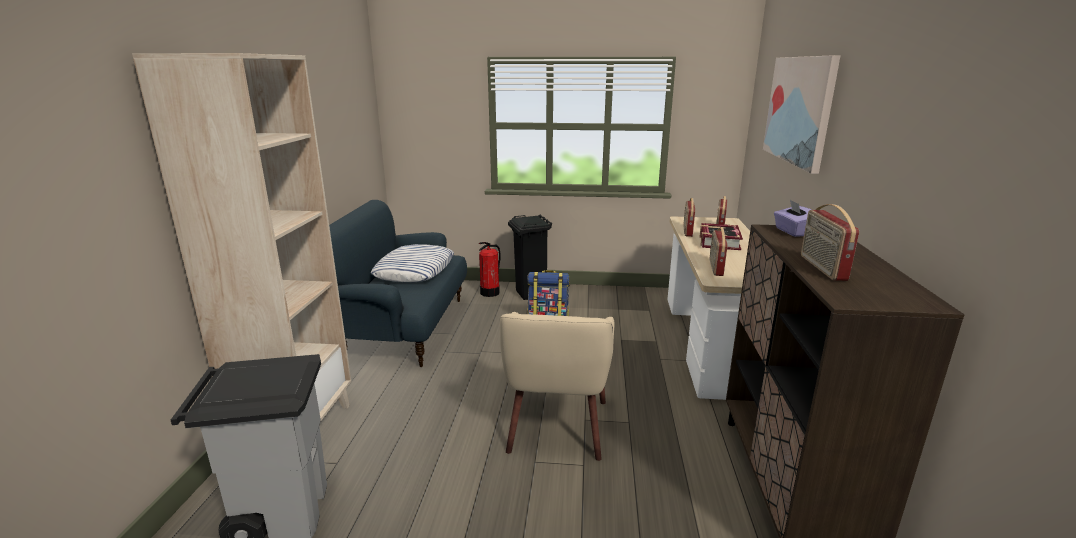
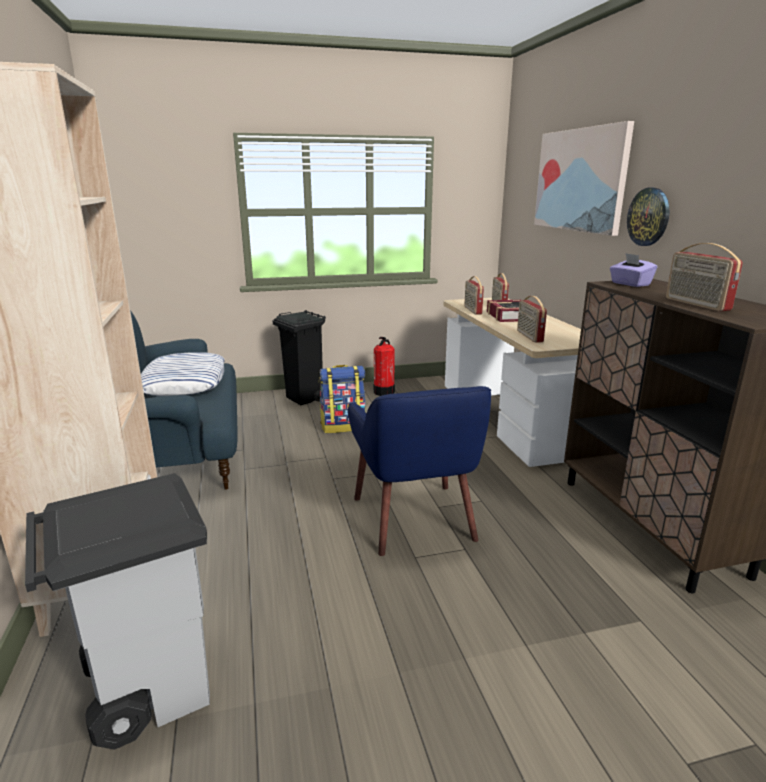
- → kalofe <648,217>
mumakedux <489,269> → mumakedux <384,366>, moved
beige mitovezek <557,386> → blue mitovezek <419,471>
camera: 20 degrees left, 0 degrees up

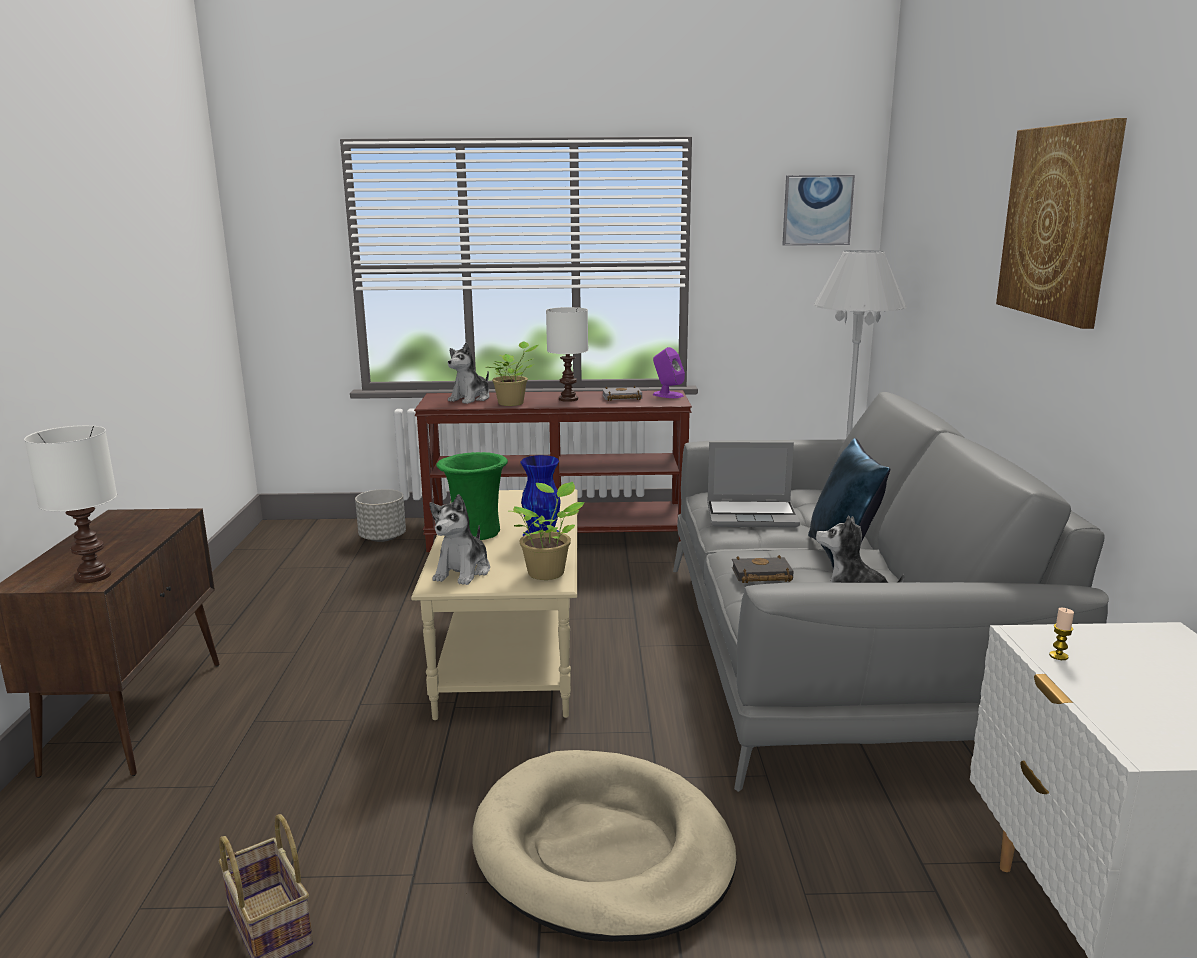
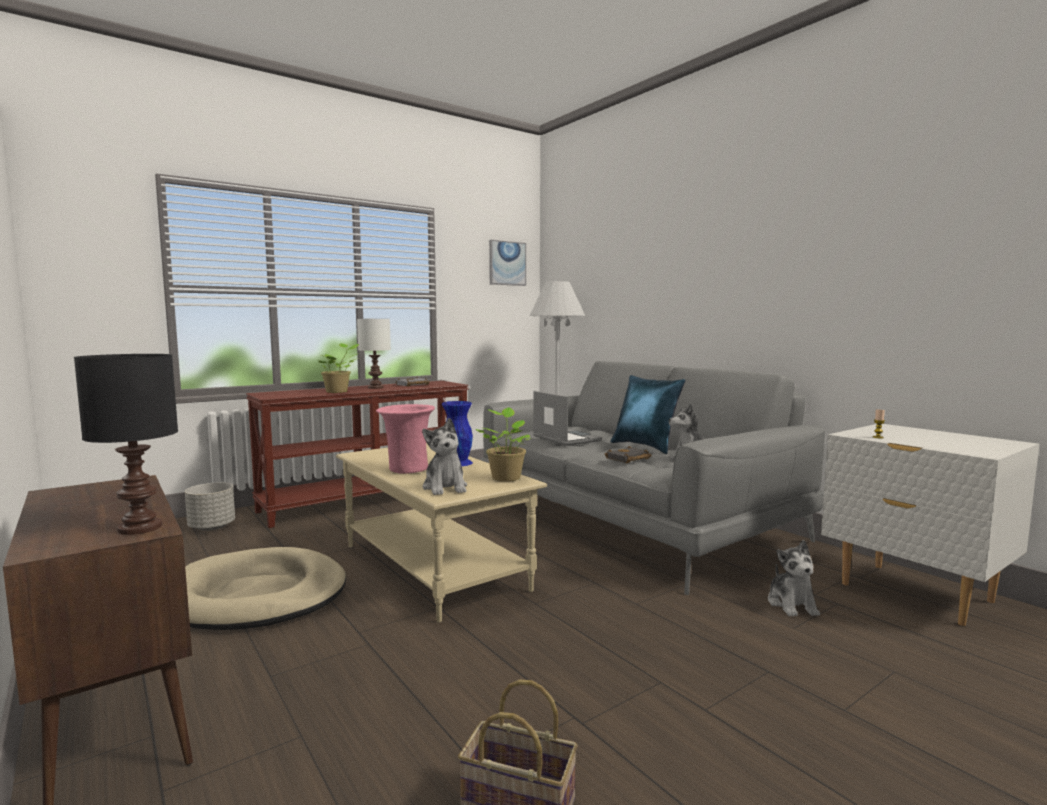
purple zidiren <669,372> → -
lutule <1061,223> → -
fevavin <469,373> → fevavin <794,578>, moved
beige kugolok <605,846> → beige kugolok <265,588>, moved
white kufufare <70,504> → black kufufare <126,444>
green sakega <472,496> → pink sakega <405,439>
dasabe <753,485> → dasabe <567,418>, 90 degrees counterclockwise
camera: 35 degrees left, 10 degrees down

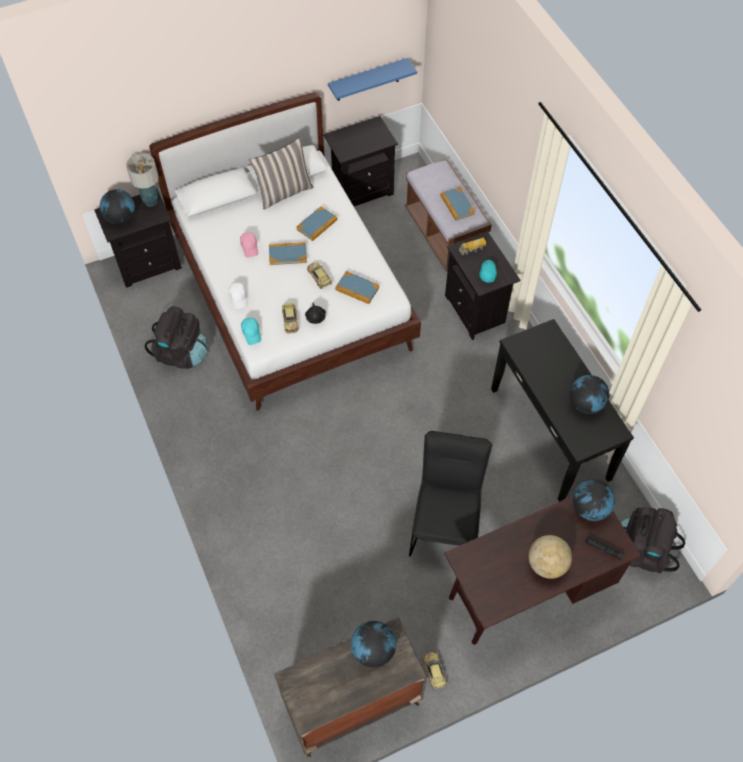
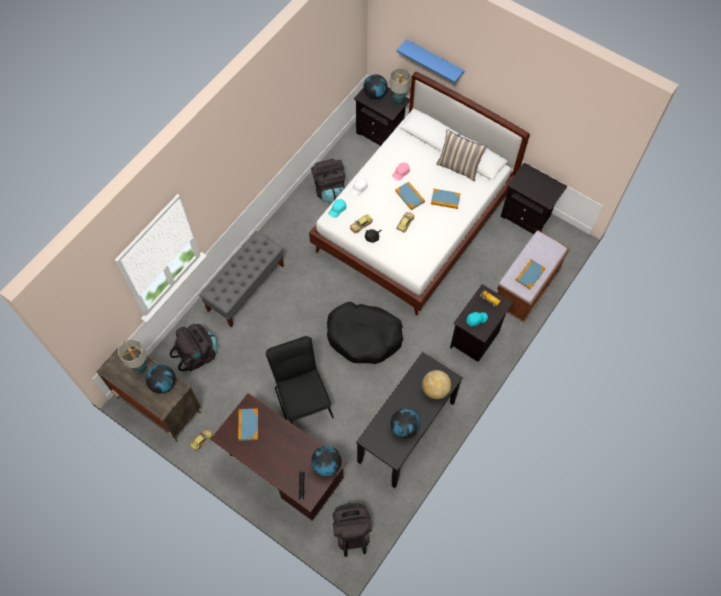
- → kufufare <132,356>
- → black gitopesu <194,348>
- → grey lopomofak <241,279>
- → black kugolok <365,333>
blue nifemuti <372,79> → blue nifemuti <430,61>, moved
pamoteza <357,287> → pamoteza <248,425>, moved
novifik <550,557> → novifik <436,384>, moved
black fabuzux <450,493> → black fabuzux <300,379>, 90 degrees counterclockwise
camera: 60 degrees right, 5 degrees up

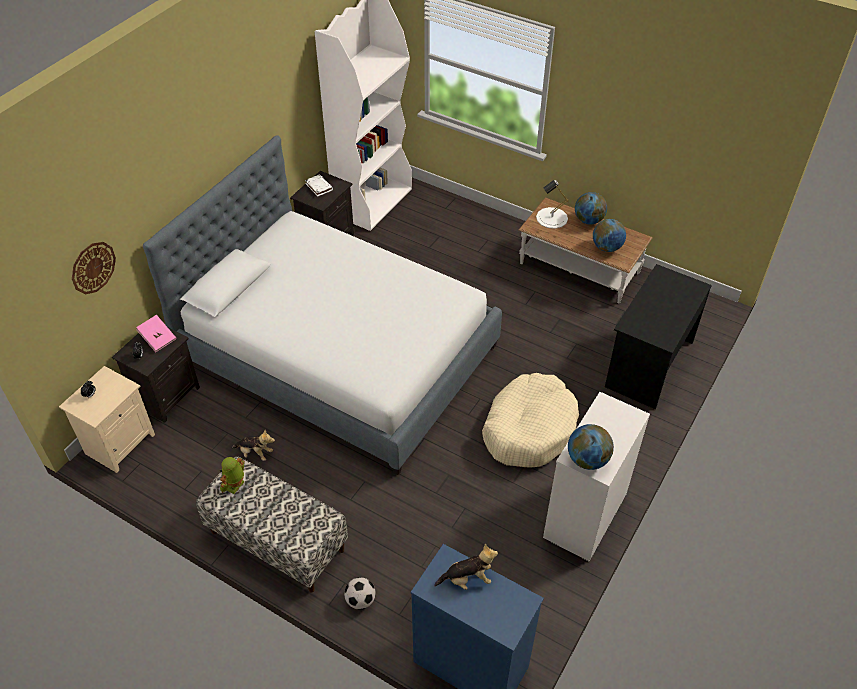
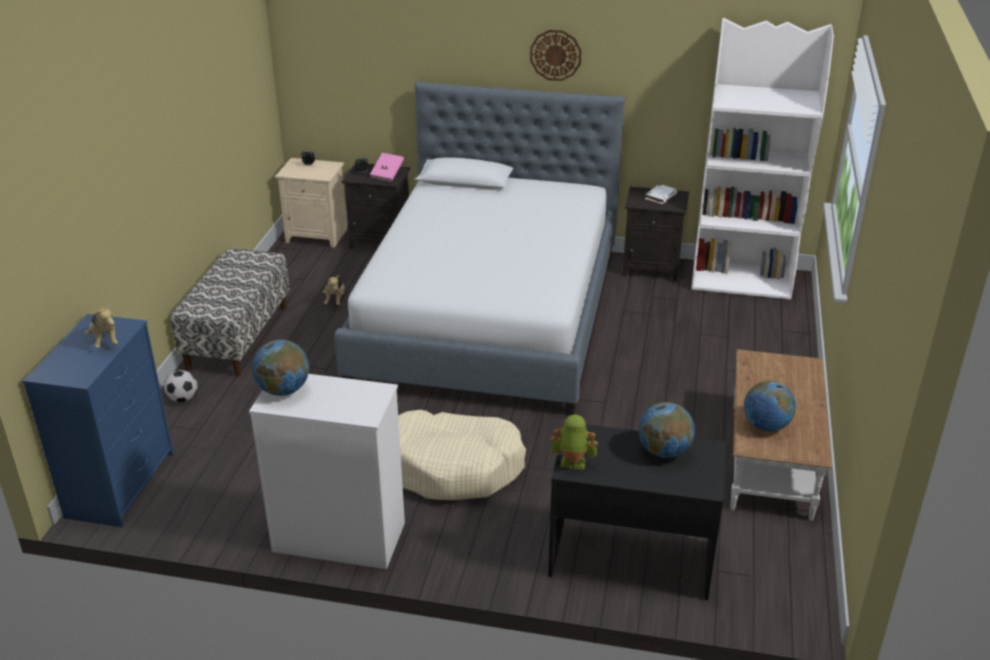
white kufufare <552,204> → -
kalofe <94,268> → kalofe <556,55>, moved
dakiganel <232,475> → dakiganel <574,442>, moved
novifik <591,208> → novifik <666,430>, moved
camera: 70 degrees right, 15 degrees down

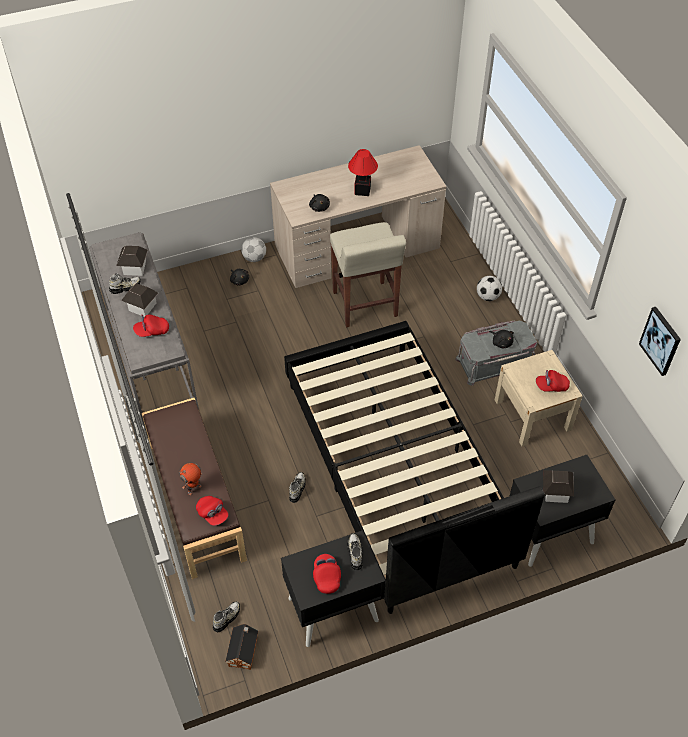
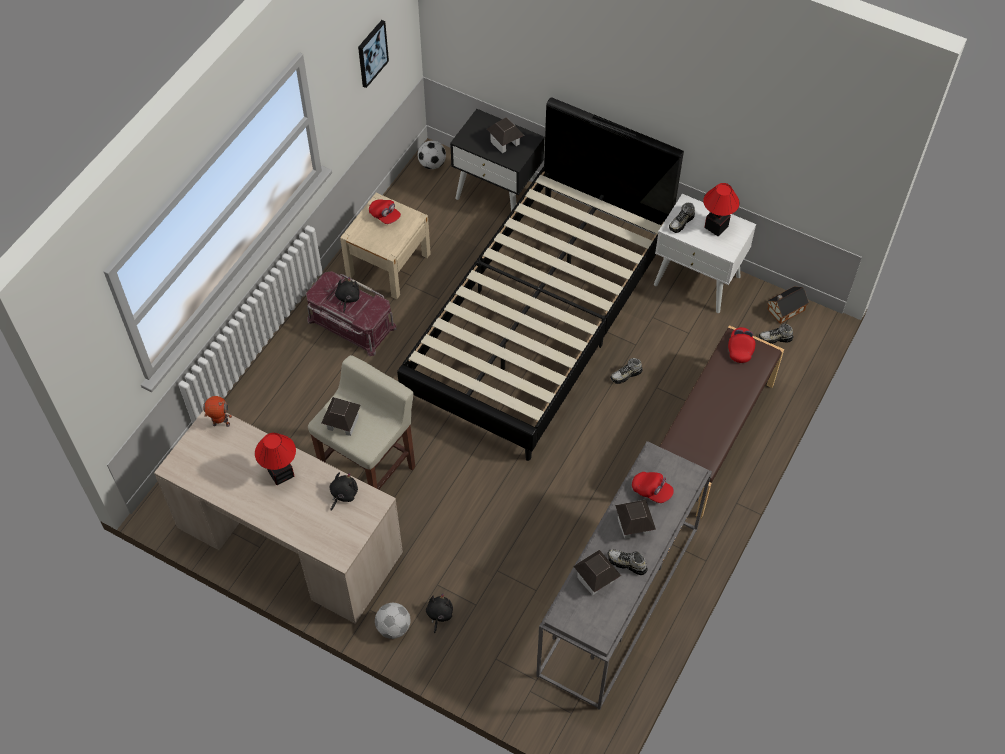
- → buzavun <340,416>
dakiganel <190,479> → dakiganel <217,411>, moved
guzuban <489,288> → guzuban <432,154>, moved
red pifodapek <327,574> → kufufare <721,209>
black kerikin <333,588> → white kerikin <705,253>
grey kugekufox <496,353> → red kugekufox <351,313>
camera: 130 degrees left, 5 degrees up

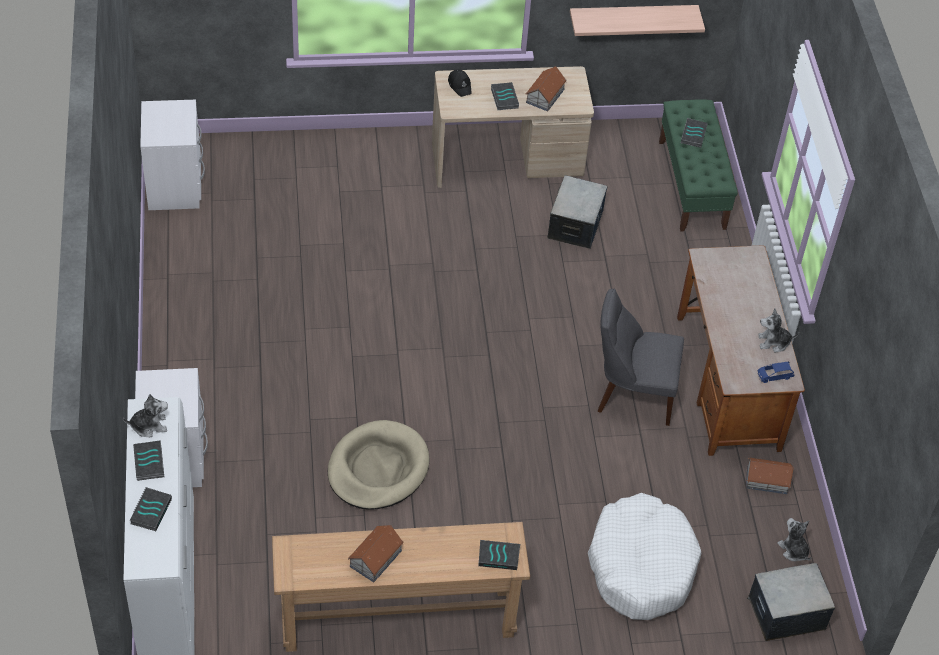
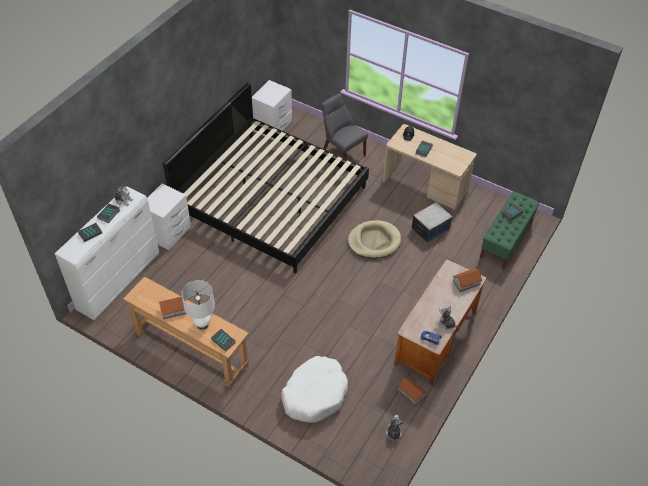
nifemuti <637,20> → -
kugekufox <791,602> → -
- → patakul <266,178>
- → white kufufare <198,305>
beige kugolok <378,465> → beige kugolok <374,239>, moved
buzavun <546,89> → buzavun <467,280>, moved
grey fabuzux <641,357> → grey fabuzux <345,125>, moved
camera: 40 degrees right, 0 degrees up

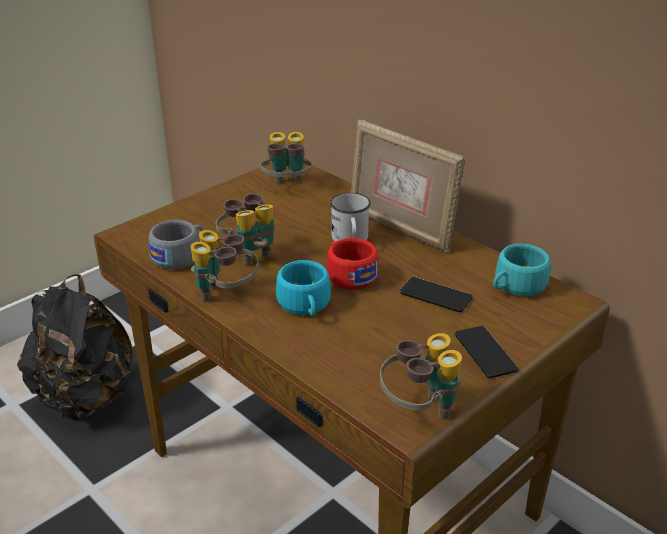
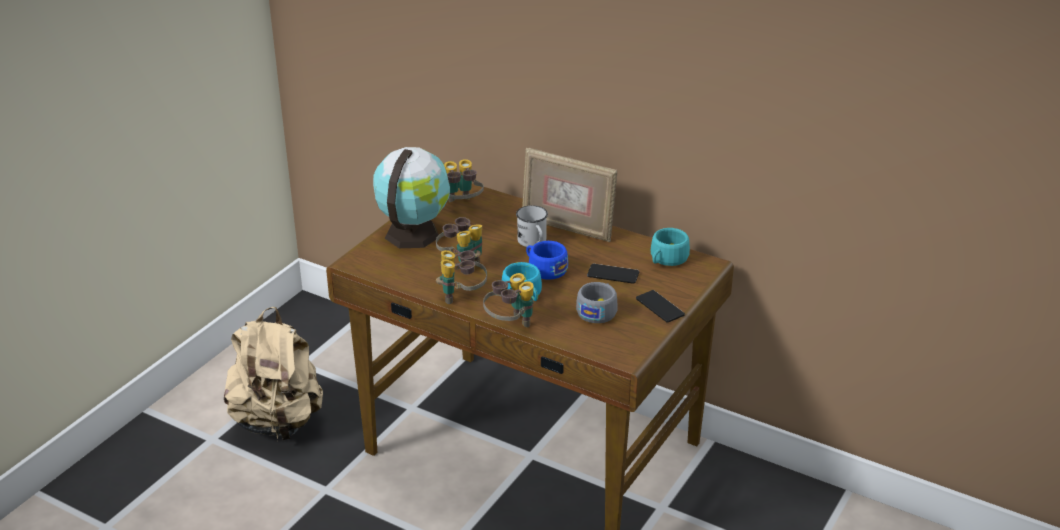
- → novifik <411,197>
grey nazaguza <176,244> → grey nazaguza <596,302>, moved
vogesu <421,376> → vogesu <508,300>, moved
black gitopesu <75,347> → beige gitopesu <273,373>
red nazaguza <352,264> → blue nazaguza <547,260>
camera: 15 degrees left, 0 degrees up

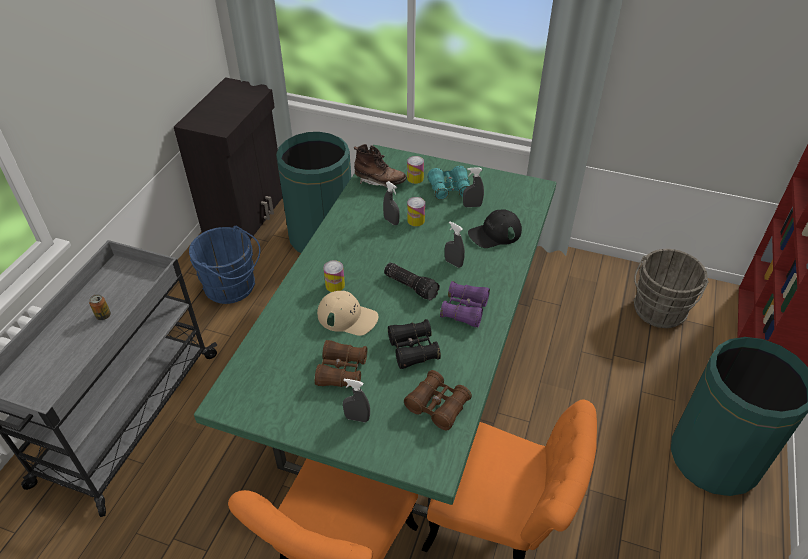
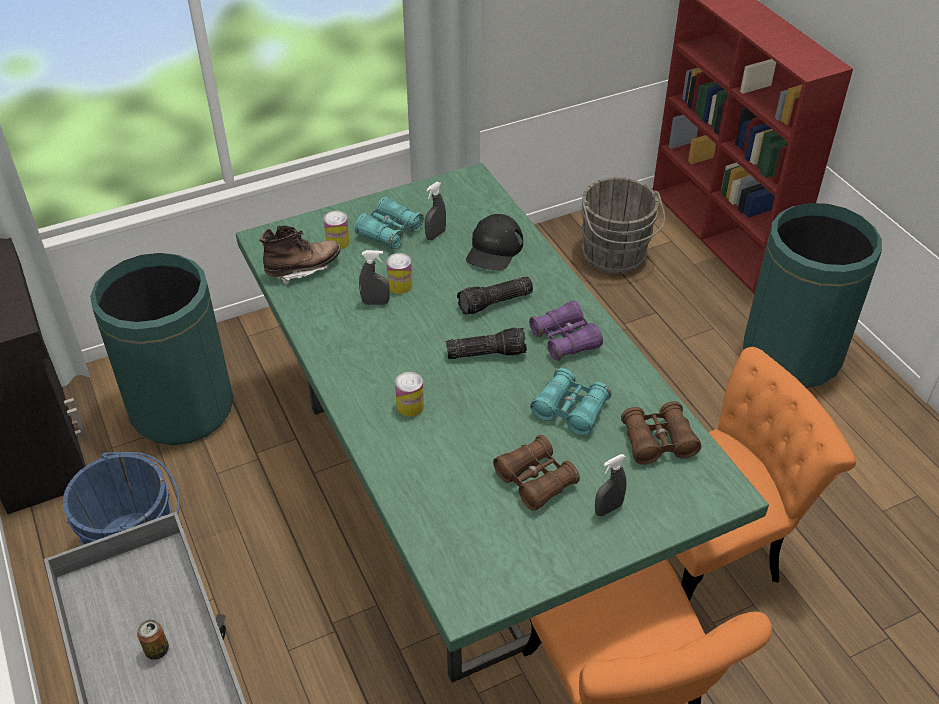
beige pifodapek <347,313> → -
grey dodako <455,244> → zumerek <495,295>
black vogesu <414,344> → turquoise vogesu <570,401>
camera: 45 degrees left, 0 degrees up

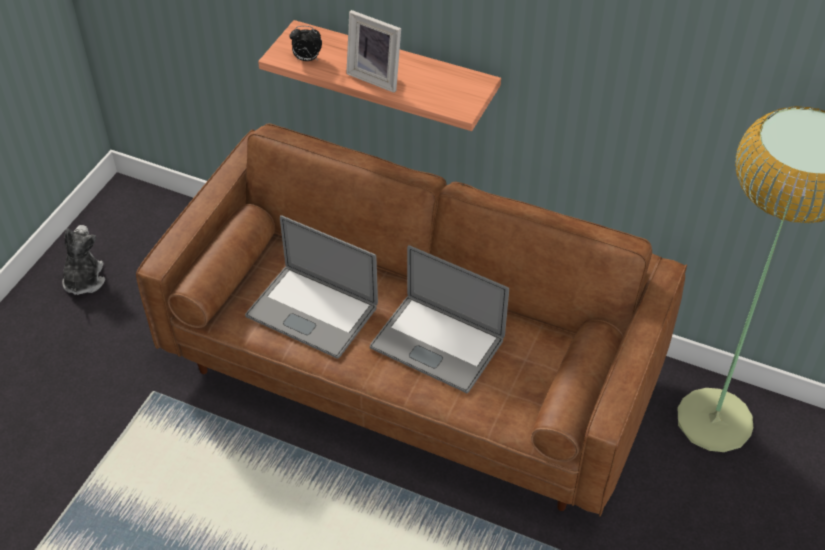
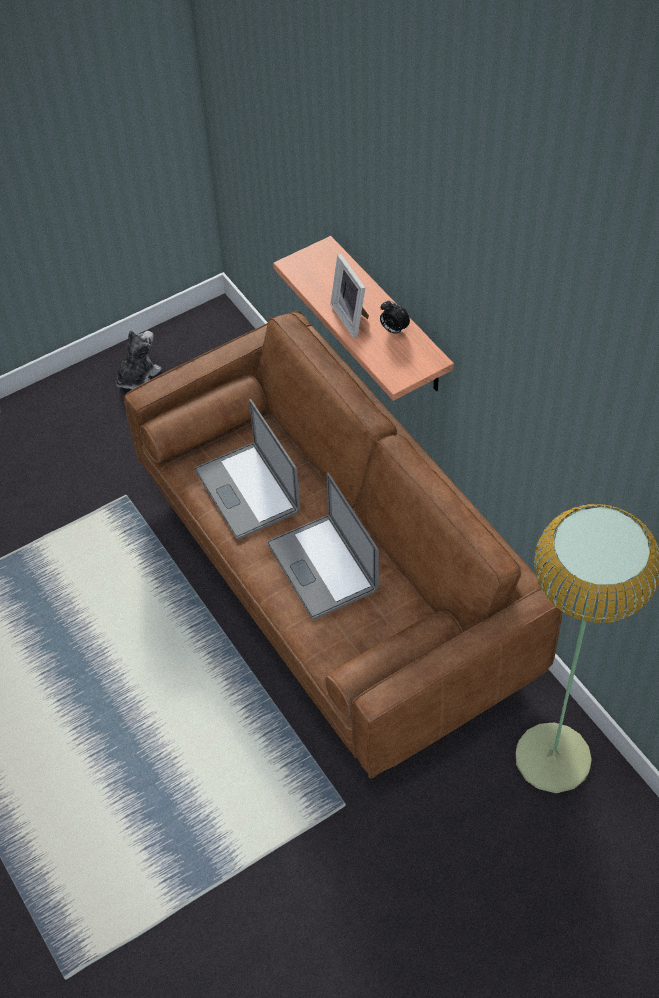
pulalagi <306,43> → pulalagi <395,318>, moved
camera: 35 degrees right, 5 degrees up

